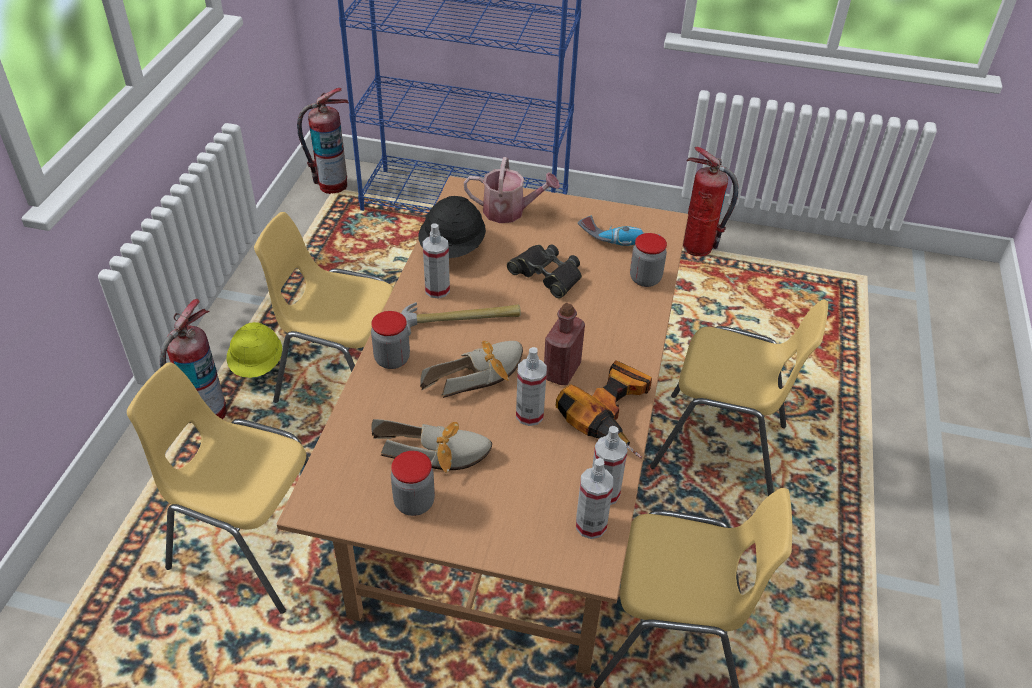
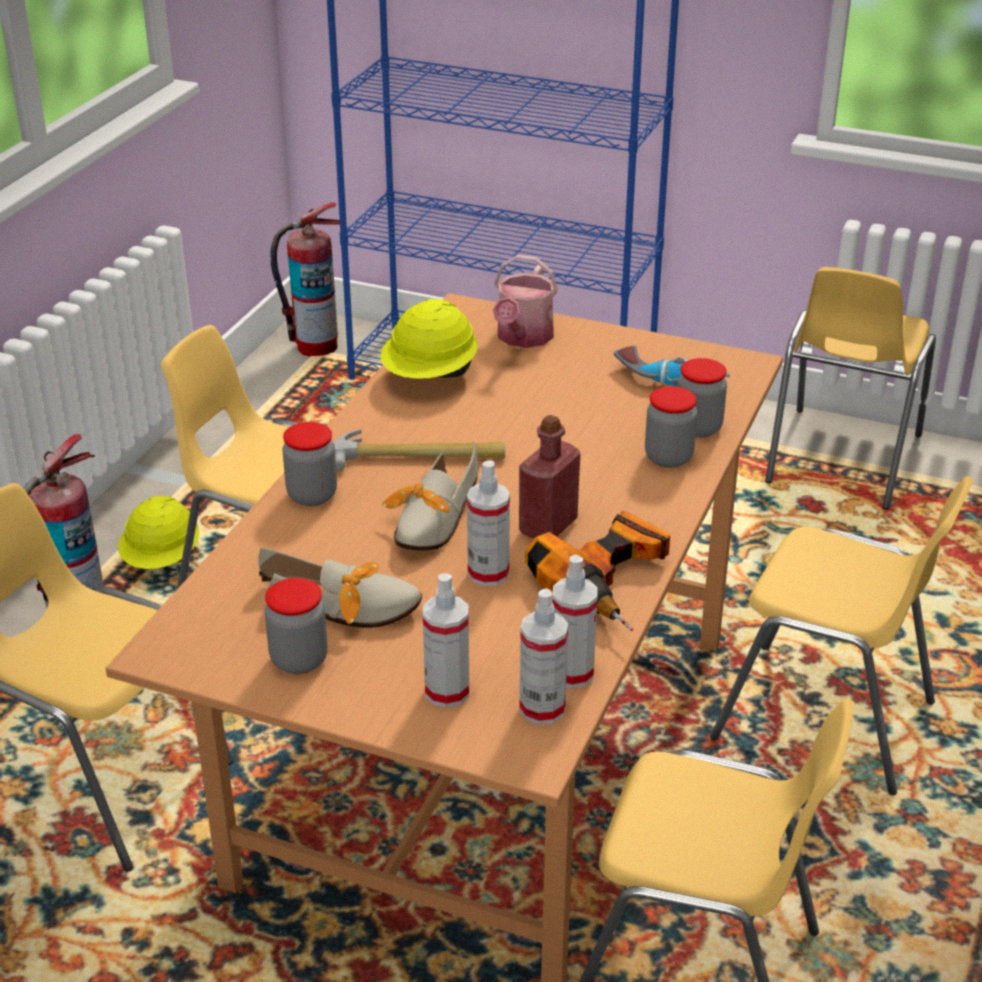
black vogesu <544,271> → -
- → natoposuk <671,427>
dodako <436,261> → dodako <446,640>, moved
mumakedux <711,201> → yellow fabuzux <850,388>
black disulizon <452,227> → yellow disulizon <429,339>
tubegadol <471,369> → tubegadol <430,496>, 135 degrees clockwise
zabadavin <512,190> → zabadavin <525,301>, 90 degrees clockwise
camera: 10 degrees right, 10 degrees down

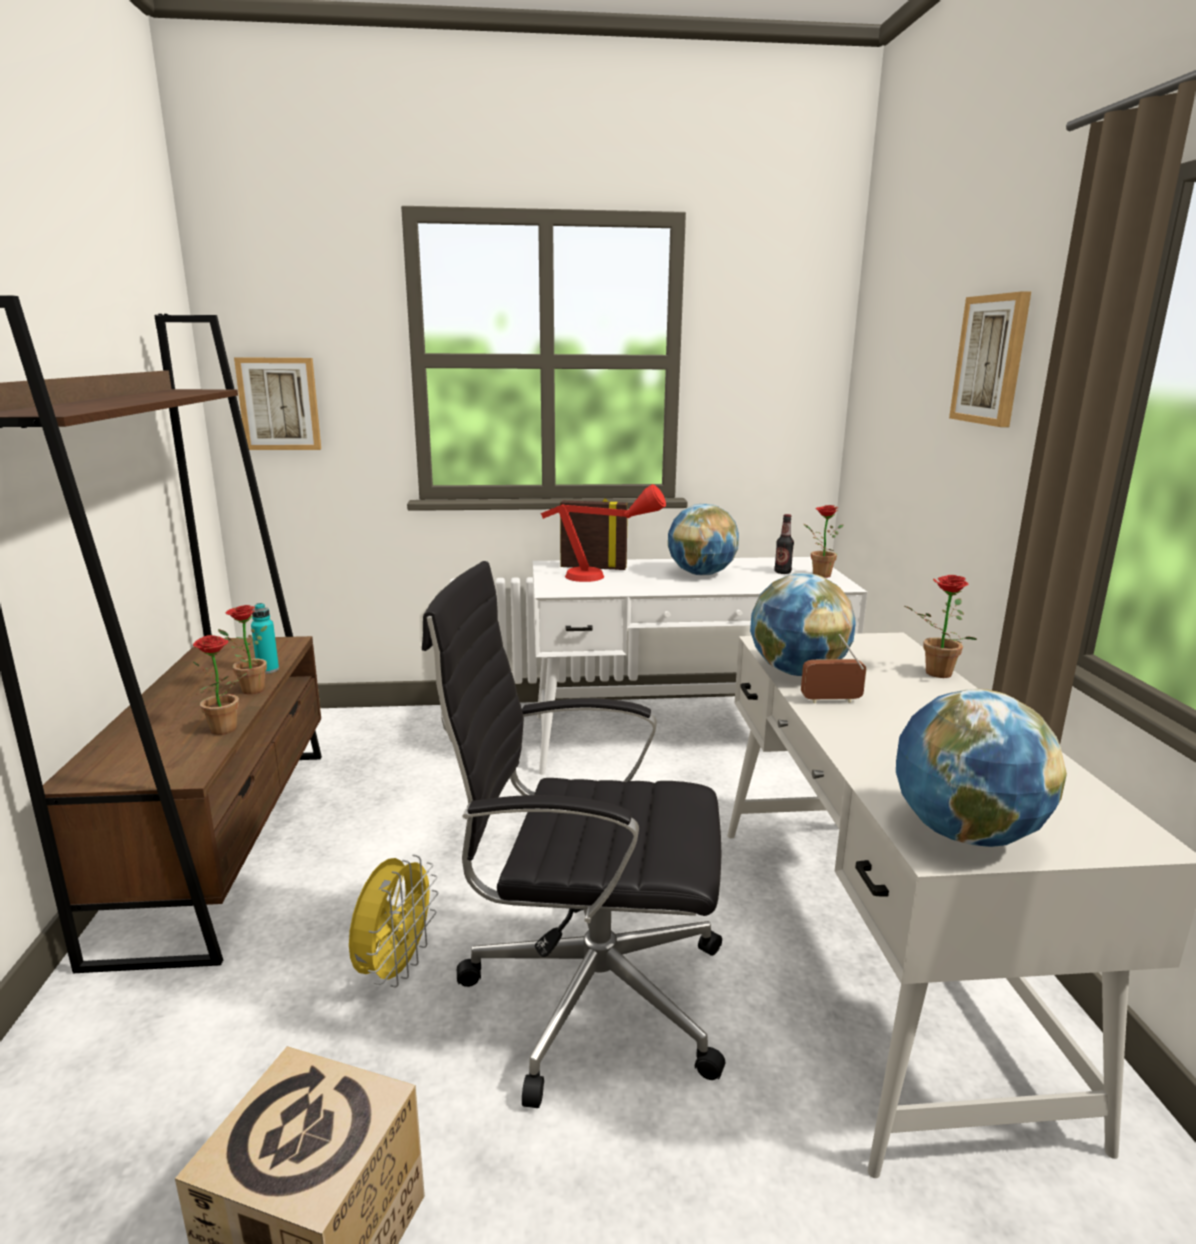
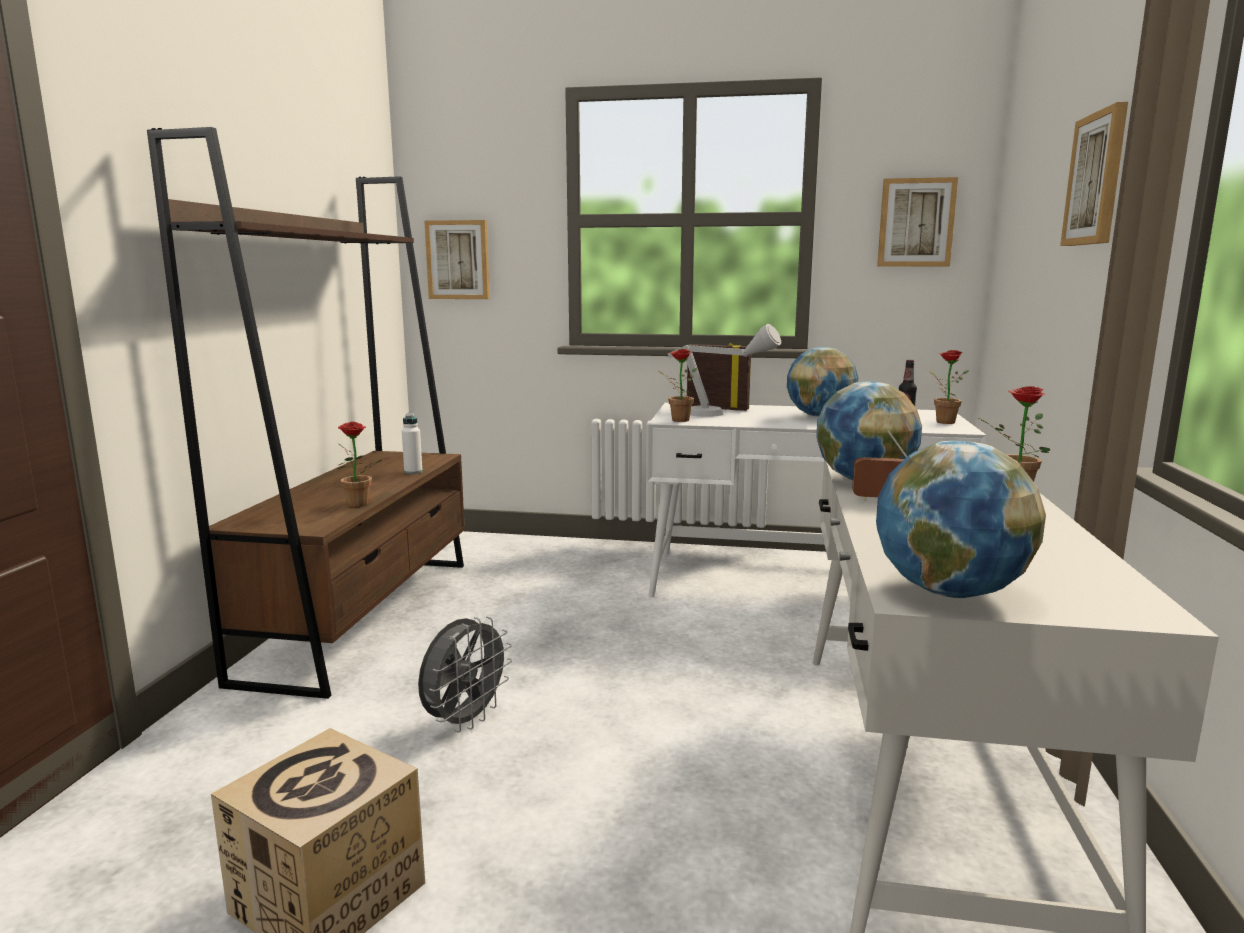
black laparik <573,834> → -
- → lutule <917,221>
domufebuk <242,649> → domufebuk <677,385>, moved
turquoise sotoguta <265,638> → white sotoguta <412,443>
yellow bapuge <393,920> → grey bapuge <465,674>
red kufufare <603,533> → grey kufufare <724,370>
camera: 15 degrees right, 5 degrees down

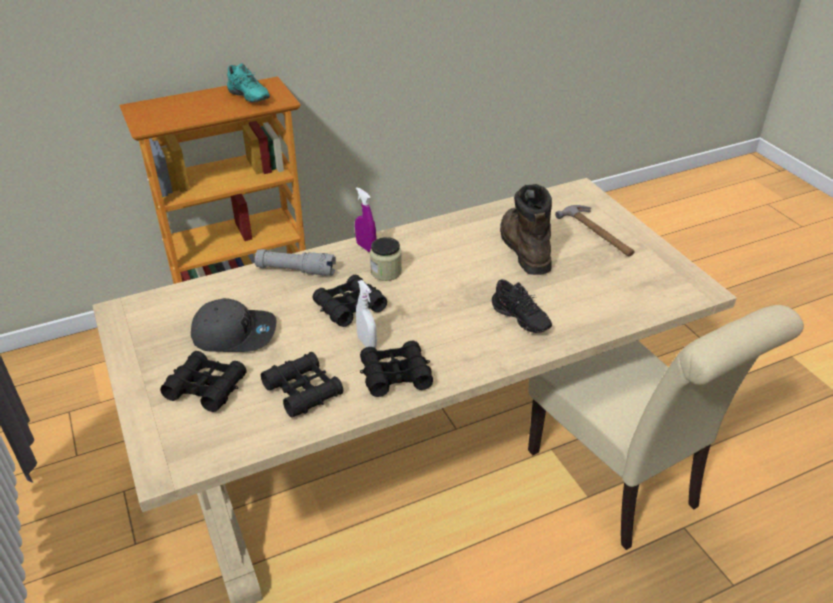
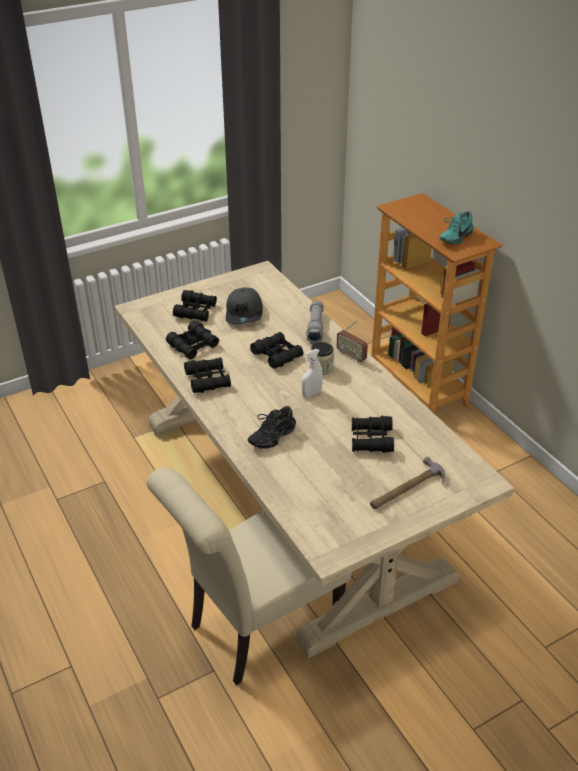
white dodako <366,314> → white dodako <312,373>, moved
purple dodako <366,220> → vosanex <352,341>
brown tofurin <526,229> → black vogesu <373,434>
camera: 85 degrees right, 0 degrees up

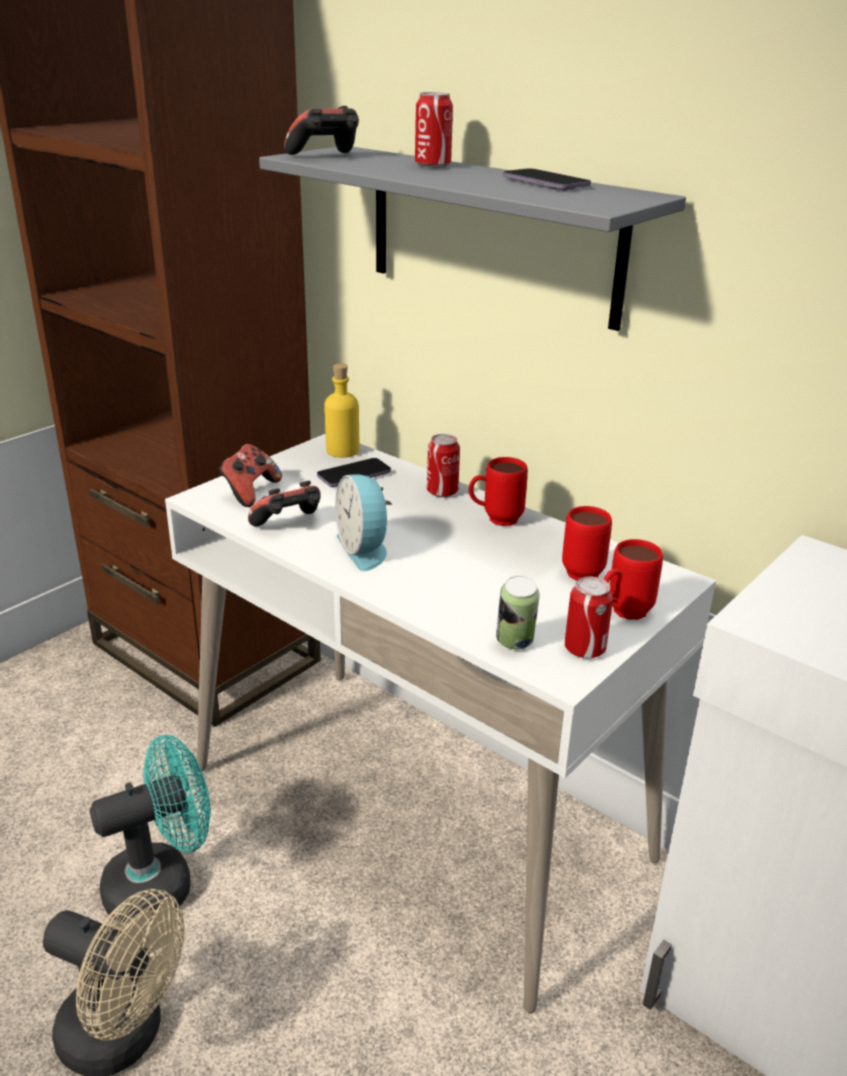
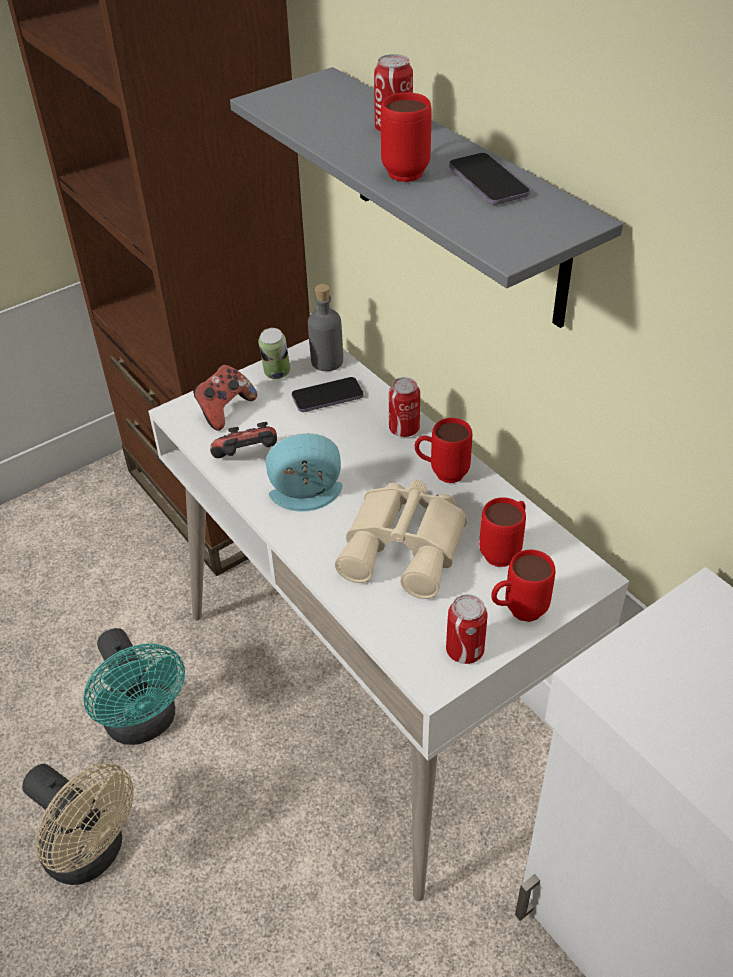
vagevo <321,130> → -
- → beige vogesu <401,539>
- → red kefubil <406,137>
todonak <518,613> → todonak <274,353>, moved
yellow sotoguta <341,411> → grey sotoguta <325,327>
turquoise bapuge <150,829> → turquoise bapuge <134,686>, 75 degrees clockwise
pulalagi <363,523> → pulalagi <303,472>, 90 degrees clockwise
camera: 15 degrees right, 15 degrees up

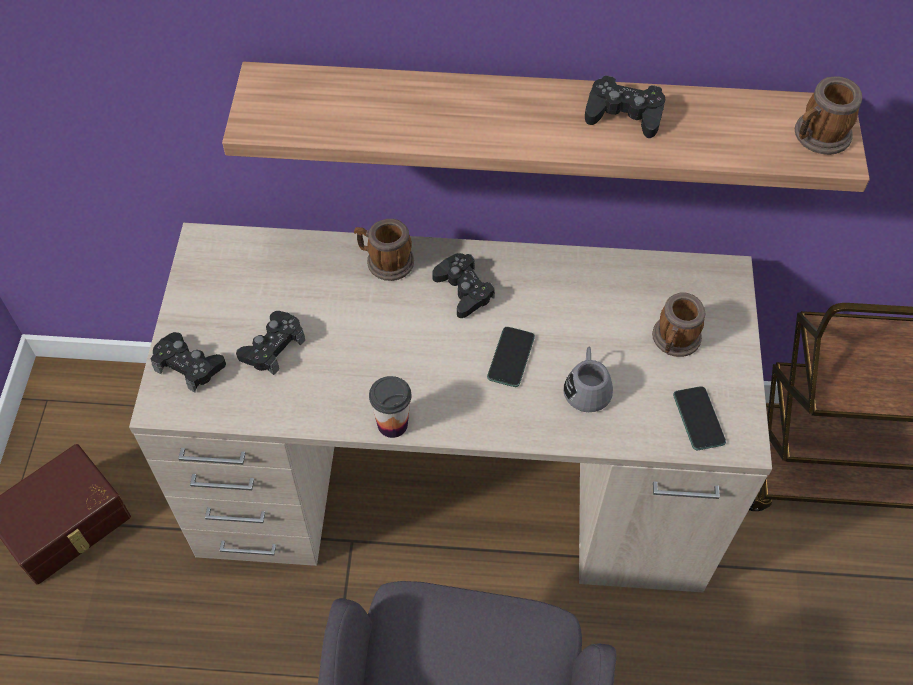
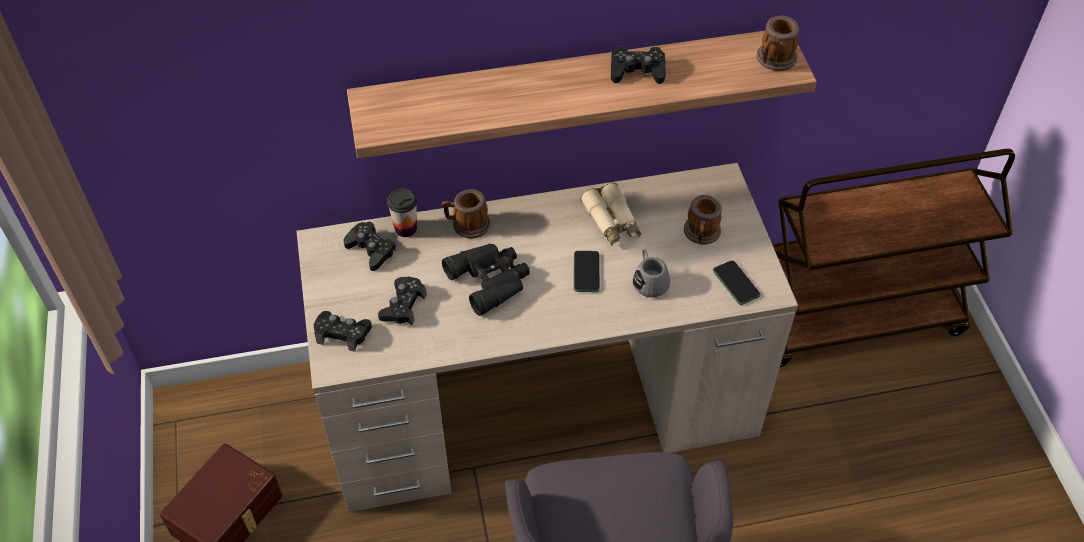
- → black vogesu <486,280>
- → beige vogesu <611,213>
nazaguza <390,407> → nazaguza <402,212>, moved
black vagevo <463,285> → black vagevo <370,246>, moved
camera: 15 degrees left, 5 degrees down

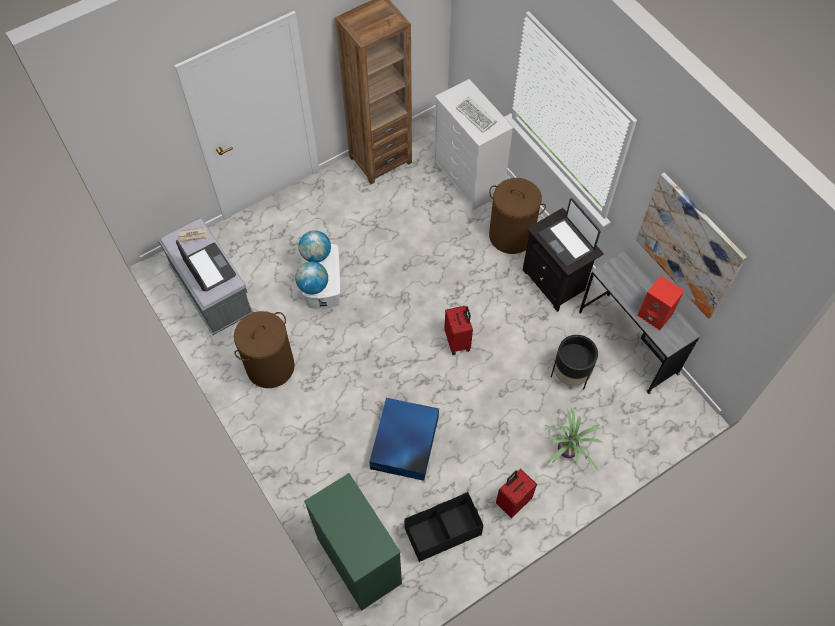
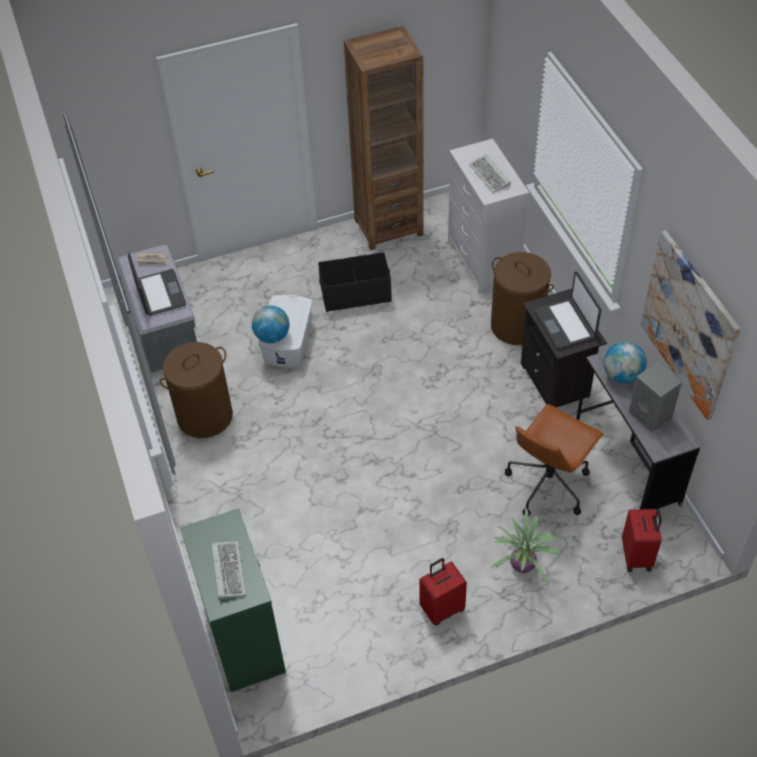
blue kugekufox <404,439> → -
- → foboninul <228,570>
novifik <315,246> → novifik <625,362>, moved
black kugekufox <443,527> → black kugekufox <355,282>, moved
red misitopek <458,330> → red misitopek <642,540>, moved
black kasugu <574,362> → brown laparik <554,460>
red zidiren <660,303> → grey zidiren <655,397>
camera: 15 degrees right, 10 degrees down

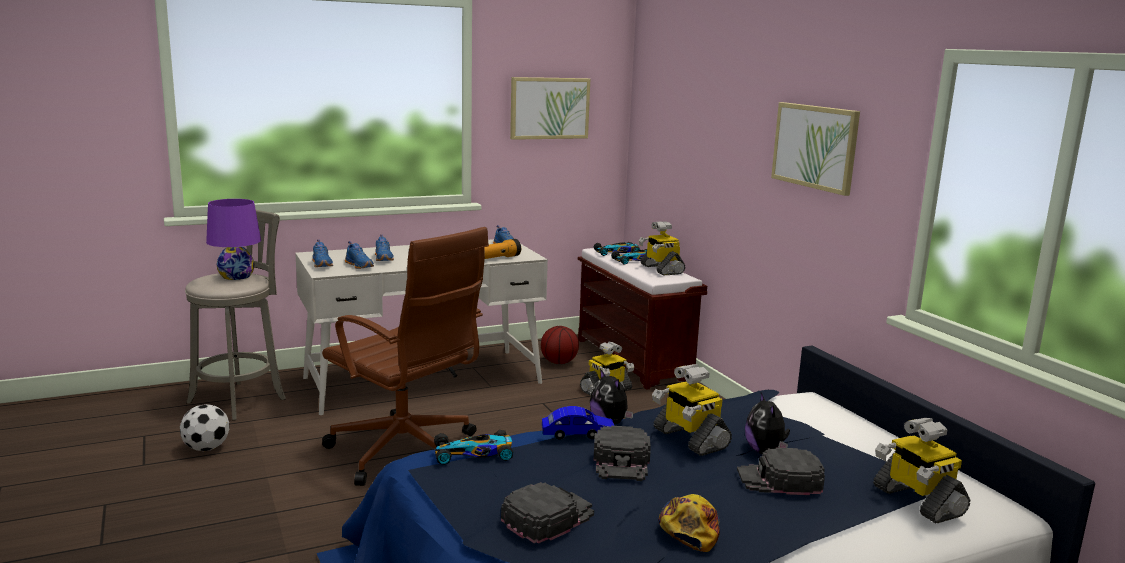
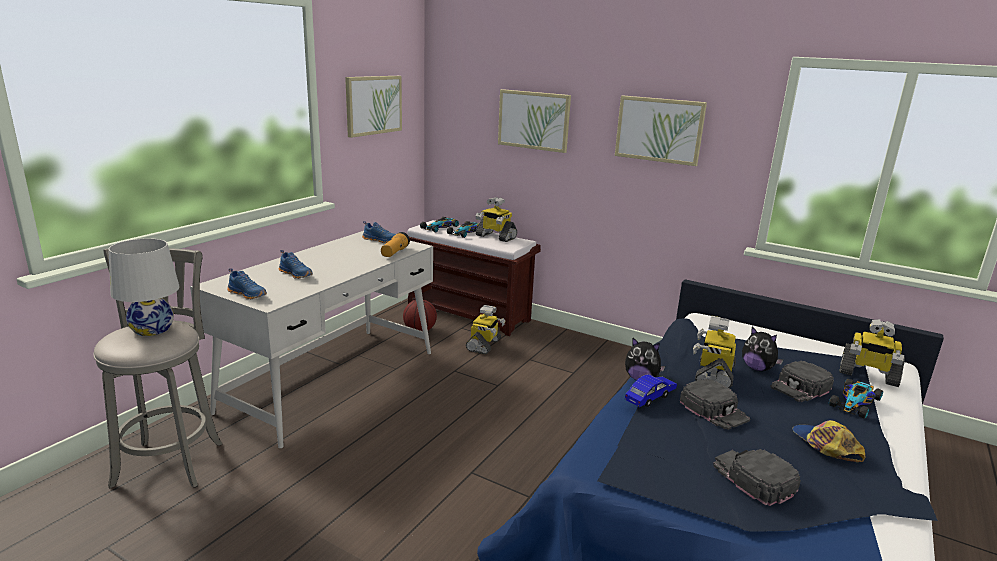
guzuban <205,427> → -
brown laparik <405,356> → -
blue tubegadol <359,255> → -
- → lutule <534,121>
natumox <473,447> → natumox <856,399>, moved
purple kufufare <233,239> → white kufufare <144,287>
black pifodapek <547,513> → black pifodapek <757,477>, 45 degrees counterclockwise
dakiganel <692,410> → dakiganel <714,352>, 90 degrees clockwise
camera: 35 degrees left, 5 degrees up

